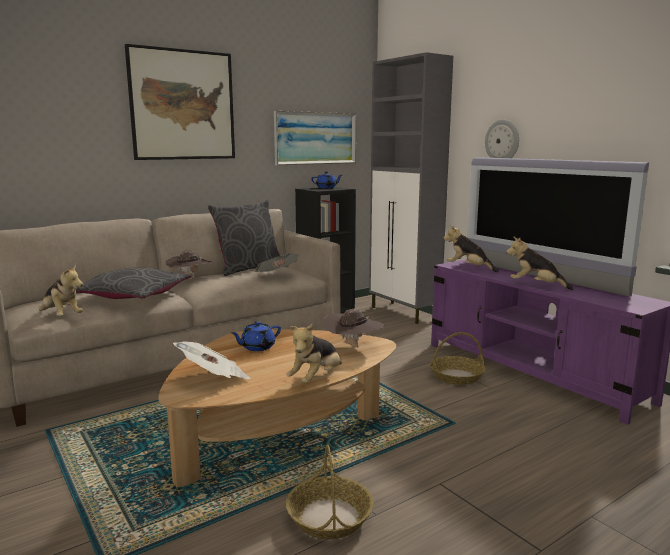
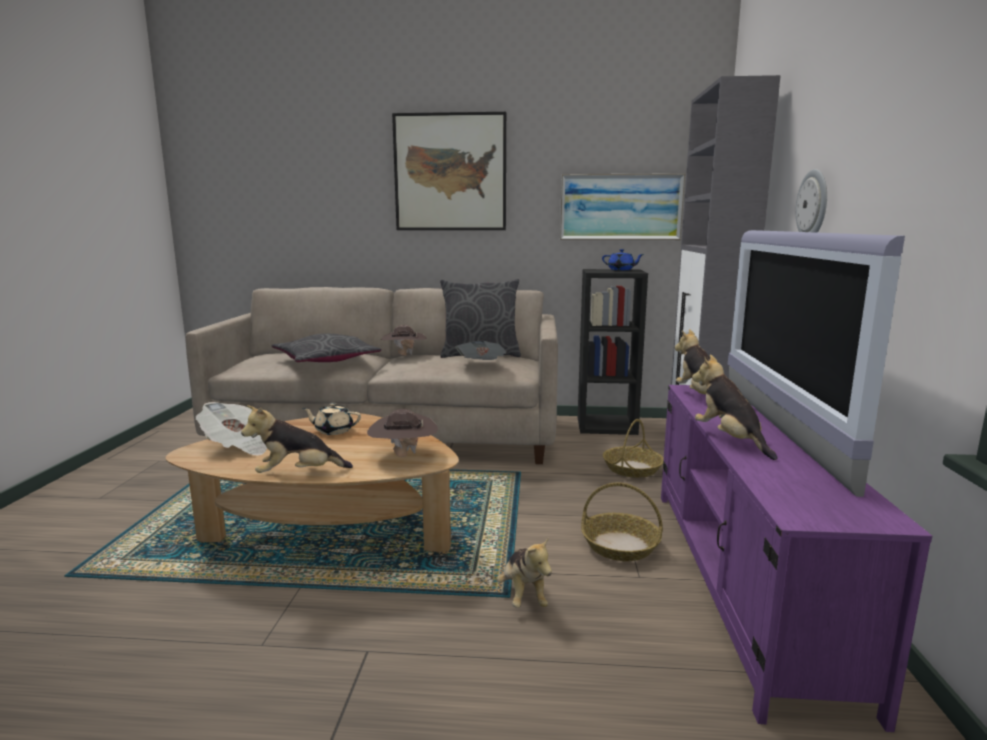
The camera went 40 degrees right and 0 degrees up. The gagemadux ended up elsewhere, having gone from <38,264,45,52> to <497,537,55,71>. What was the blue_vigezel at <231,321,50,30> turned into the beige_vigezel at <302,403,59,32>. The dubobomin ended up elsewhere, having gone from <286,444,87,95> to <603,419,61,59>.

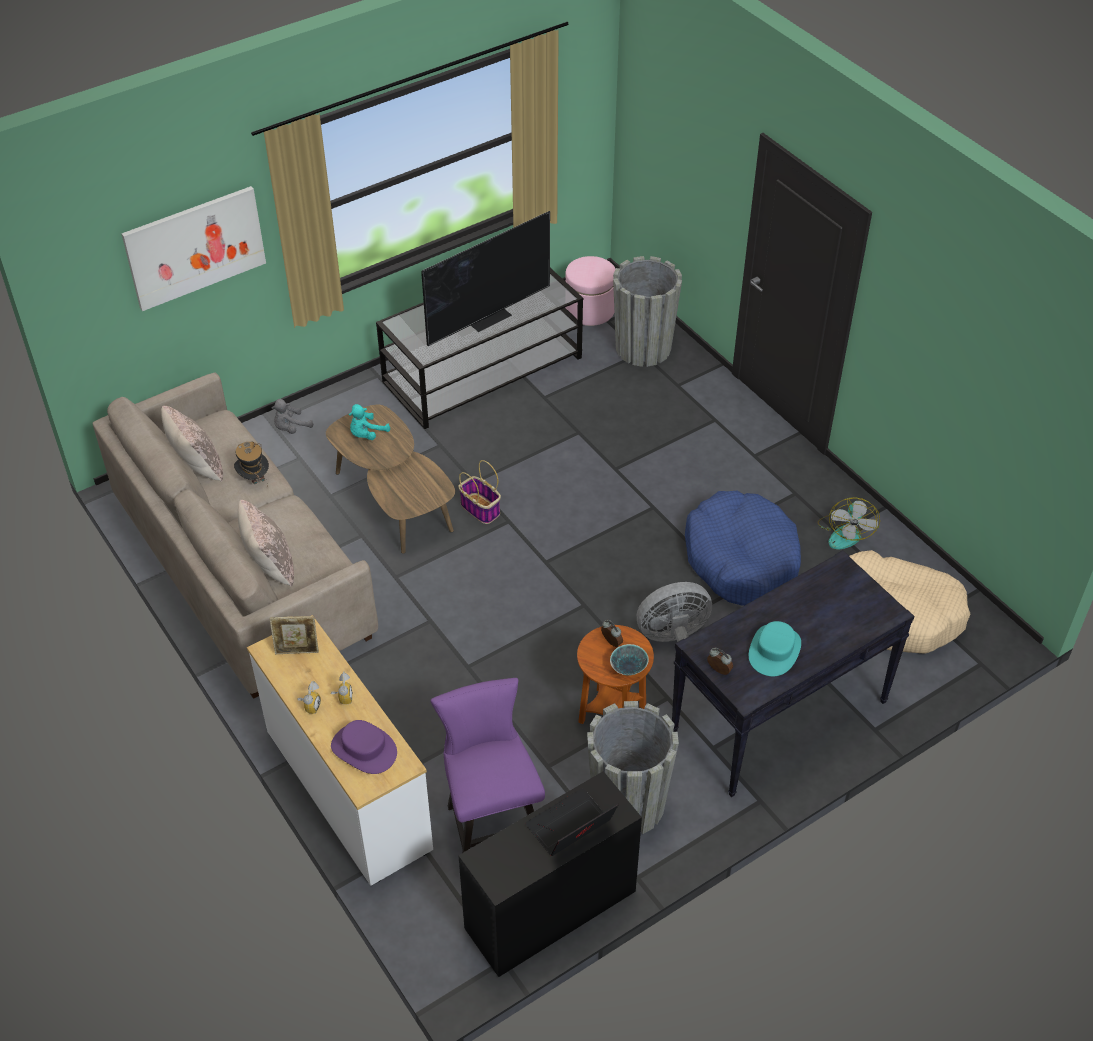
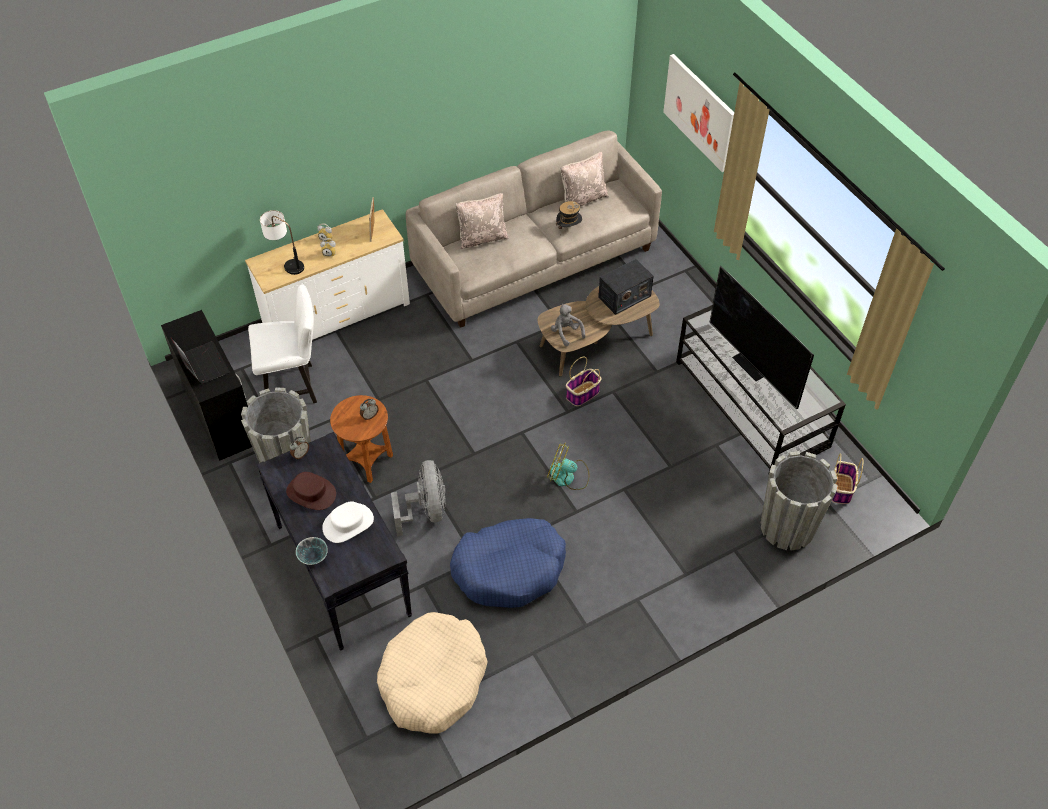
The camera went 95 degrees right and 5 degrees up. The grey_gagemadux ended up elsewhere, having gone from <272,399,41,35> to <551,304,34,42>. Where the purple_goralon stood at <331,720,66,54>, the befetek came to stand at <260,210,44,65>. Where the turquoise_gagemadux stood at <349,404,41,36>, the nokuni came to stand at <598,259,55,56>. What was the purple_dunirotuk at <430,678,115,175> turned into the white_dunirotuk at <248,284,69,119>. Where the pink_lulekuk stood at <565,256,51,70>, the dubobomin came to stand at <832,453,31,51>. The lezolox ended up elsewhere, having gone from <610,644,39,32> to <296,537,32,28>. What was the turquoise_goralon at <749,621,52,56> turned into the brown_goralon at <286,472,50,38>. The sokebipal ended up elsewhere, having gone from <818,498,62,51> to <547,442,43,48>. The second view gained the white_goralon at <322,501,52,42>.

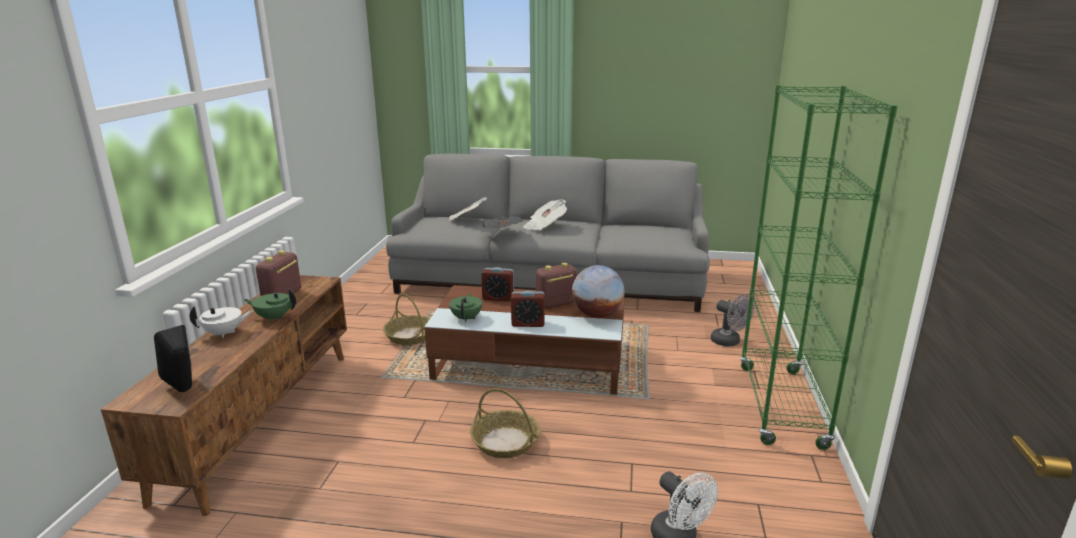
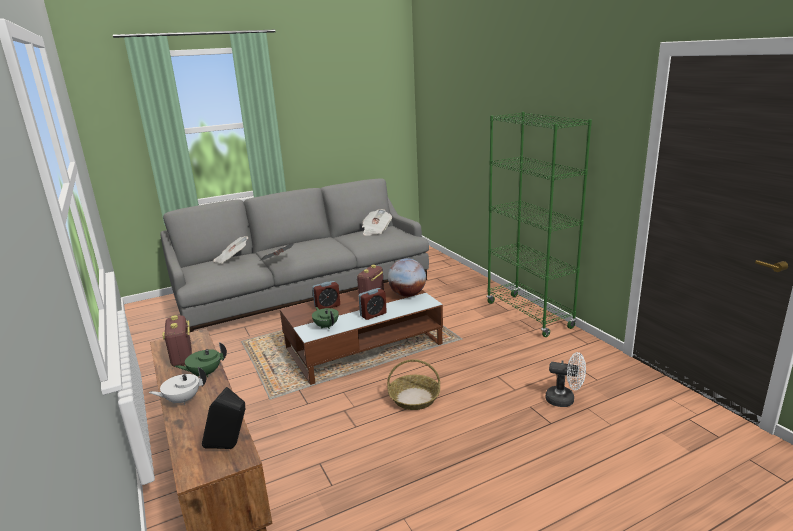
The camera went 35 degrees left and 0 degrees up. The white_vigezel at <189,306,64,32> ended up facing another way, 150 degrees counterclockwise from before. The second view lost the dubobomin at <383,294,47,51>. The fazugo ended up elsewhere, having gone from <523,199,44,32> to <362,209,30,27>. The second view lost the grey_sokebipal at <711,295,43,51>.

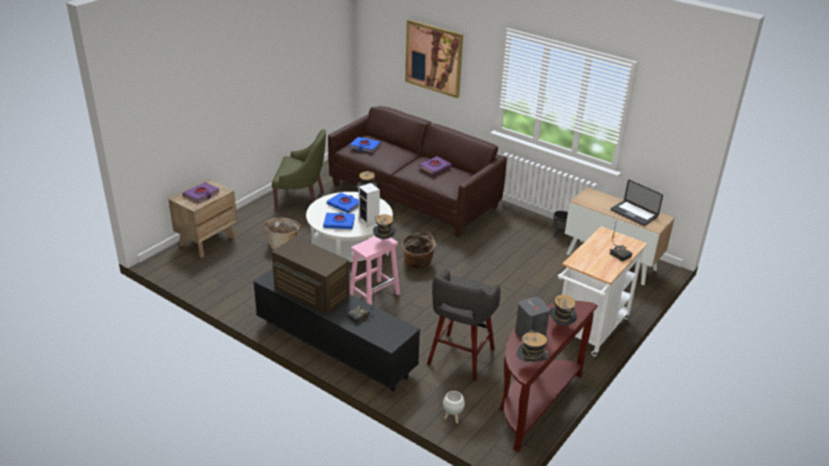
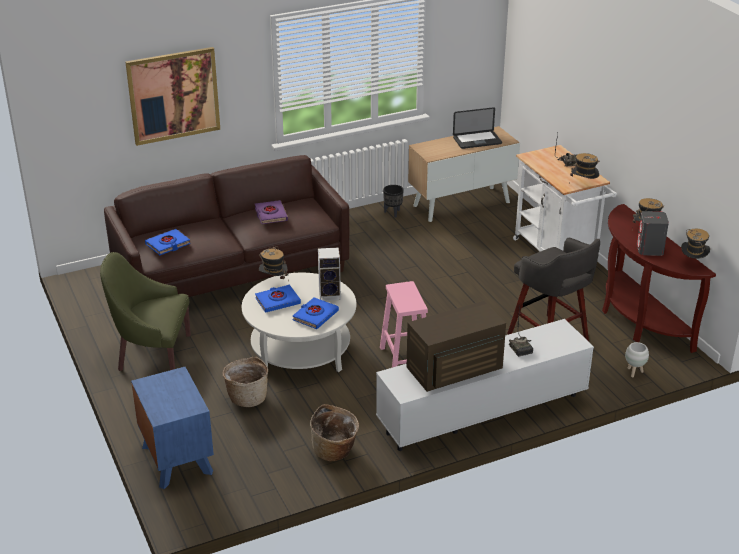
The camera went 60 degrees left and 0 degrees up. What was the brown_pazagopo at <168,179,69,78> turned into the blue_pazagopo at <131,367,83,122>. The second view lost the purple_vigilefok at <183,182,37,21>. What was the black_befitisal at <253,269,167,122> turned into the white_befitisal at <376,319,218,132>. The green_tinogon at <272,129,54,82> ended up facing another way, 120 degrees counterclockwise from before. The goralon ended up elsewhere, having gone from <373,214,23,25> to <570,153,29,26>. The dubobomin ended up elsewhere, having gone from <402,232,34,36> to <310,404,49,57>.

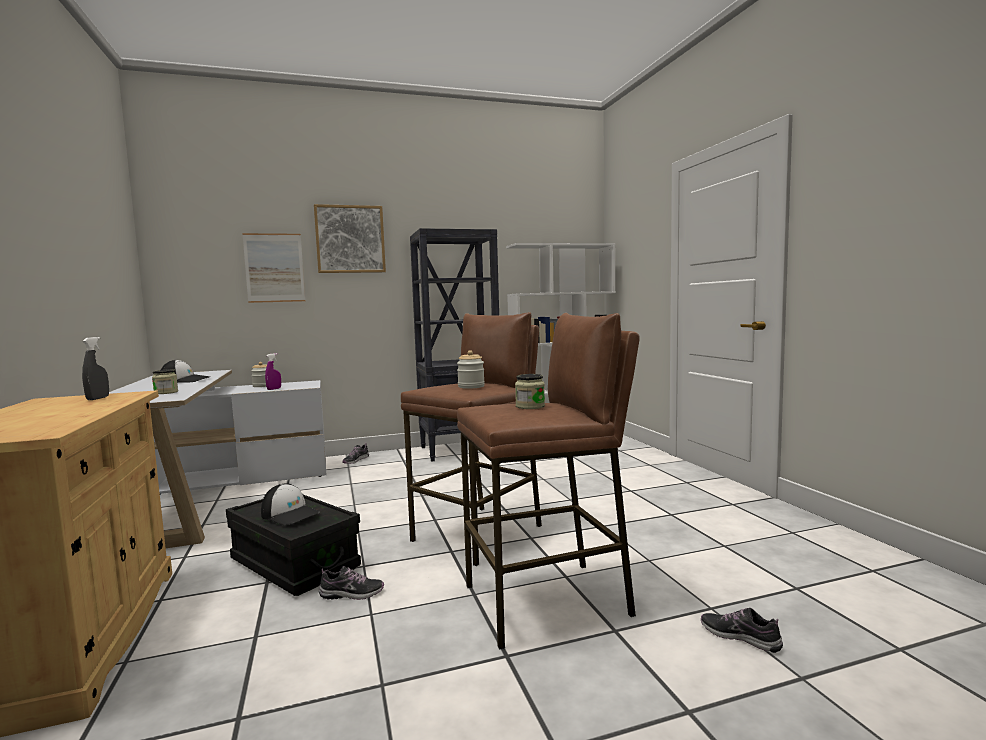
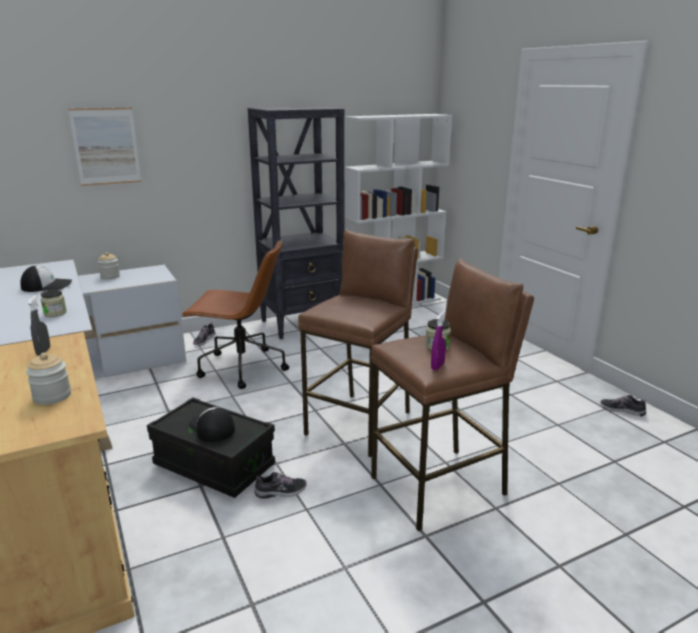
The camera went 10 degrees left and 15 degrees up. The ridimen at <261,483,59,42> ended up facing another way, 150 degrees counterclockwise from before. The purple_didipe ended up elsewhere, having gone from <265,353,16,37> to <431,311,15,59>. The second view lost the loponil at <314,204,72,69>. The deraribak ended up elsewhere, having gone from <457,350,28,39> to <26,353,45,52>. The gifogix ended up elsewhere, having gone from <701,608,82,45> to <600,395,46,22>. The second view gained the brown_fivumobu at <181,240,108,149>.

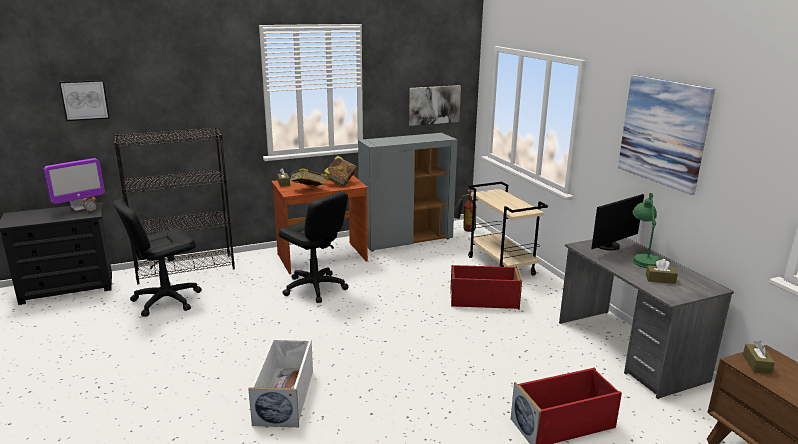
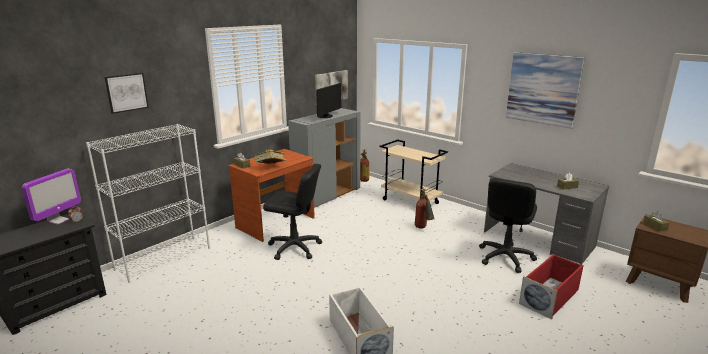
The camera went 25 degrees left and 0 degrees up. The loponil ended up elsewhere, having gone from <59,80,51,41> to <104,73,45,41>. The black_fivumobu ended up elsewhere, having gone from <112,199,90,118> to <479,178,58,95>. What was the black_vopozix at <114,127,121,157> turned into the white_vopozix at <86,124,124,159>. The second view lost the vigilefok at <324,155,33,31>. Where the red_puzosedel stood at <450,265,72,45>, the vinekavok came to stand at <415,189,20,40>. The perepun ended up elsewhere, having gone from <591,194,53,57> to <316,83,25,35>. The second view lost the green_befetek at <633,193,28,75>.

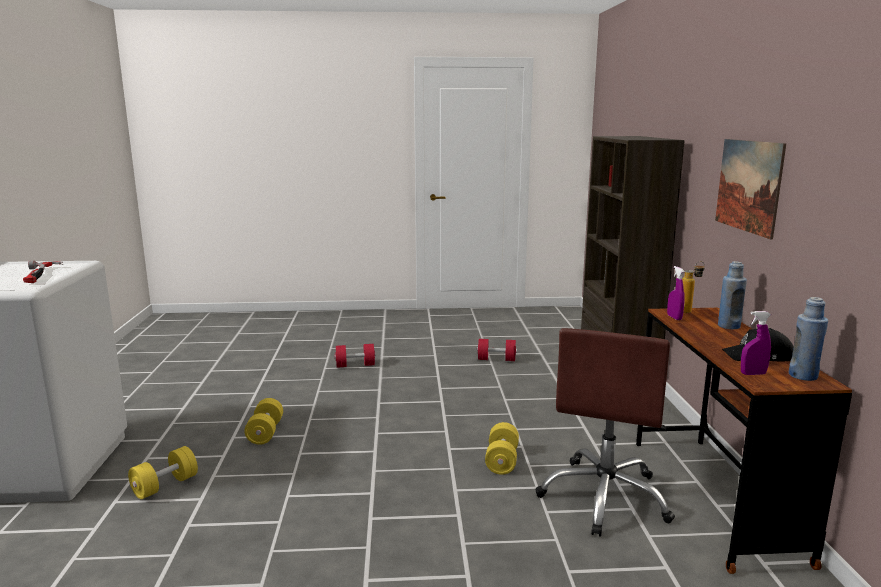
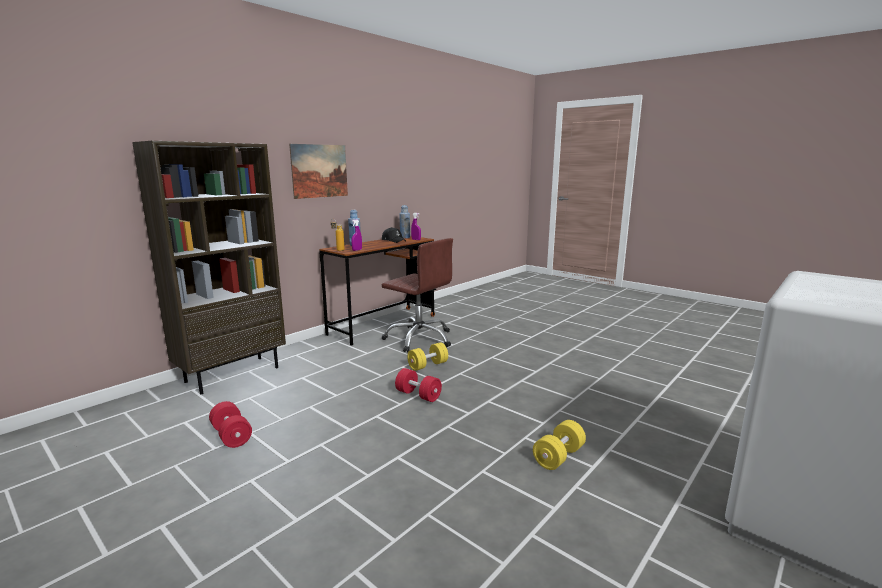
The camera went 135 degrees left and 0 degrees up. The second view lost the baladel at <23,260,41,23>. The second view lost the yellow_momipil at <128,446,70,53>. The red_momipil ended up elsewhere, having gone from <334,344,42,24> to <395,368,47,34>. The brown_fivumobu at <535,328,140,209> ended up facing another way, 60 degrees clockwise from before.

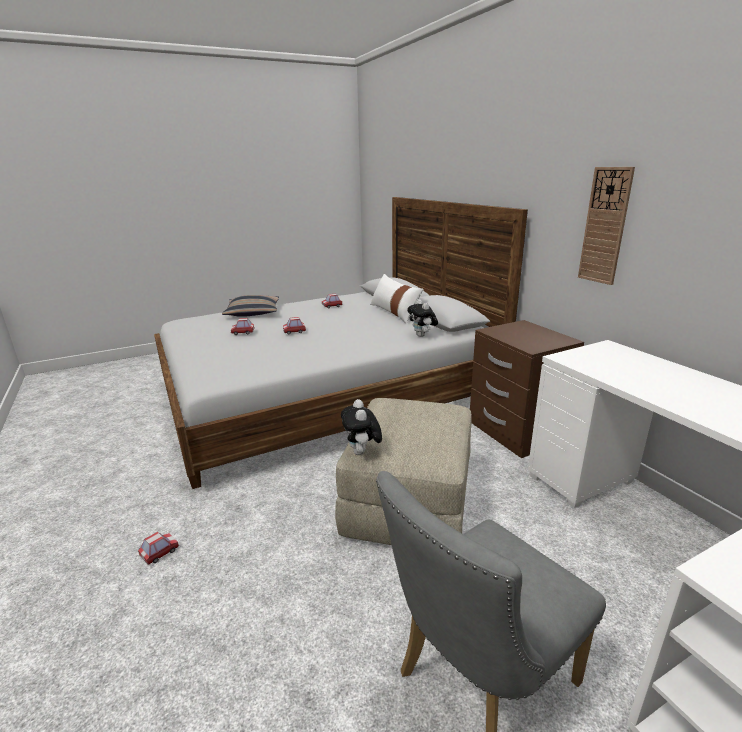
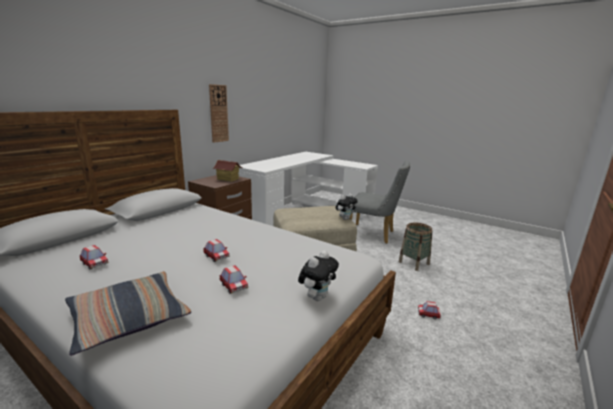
The camera went 120 degrees left and 5 degrees down. The second view lost the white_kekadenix at <370,274,53,50>. The gagemadux ended up elsewhere, having gone from <407,299,31,38> to <298,251,41,50>. The second view gained the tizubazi at <212,160,31,22>. The second view gained the dubobomin at <399,223,33,48>.

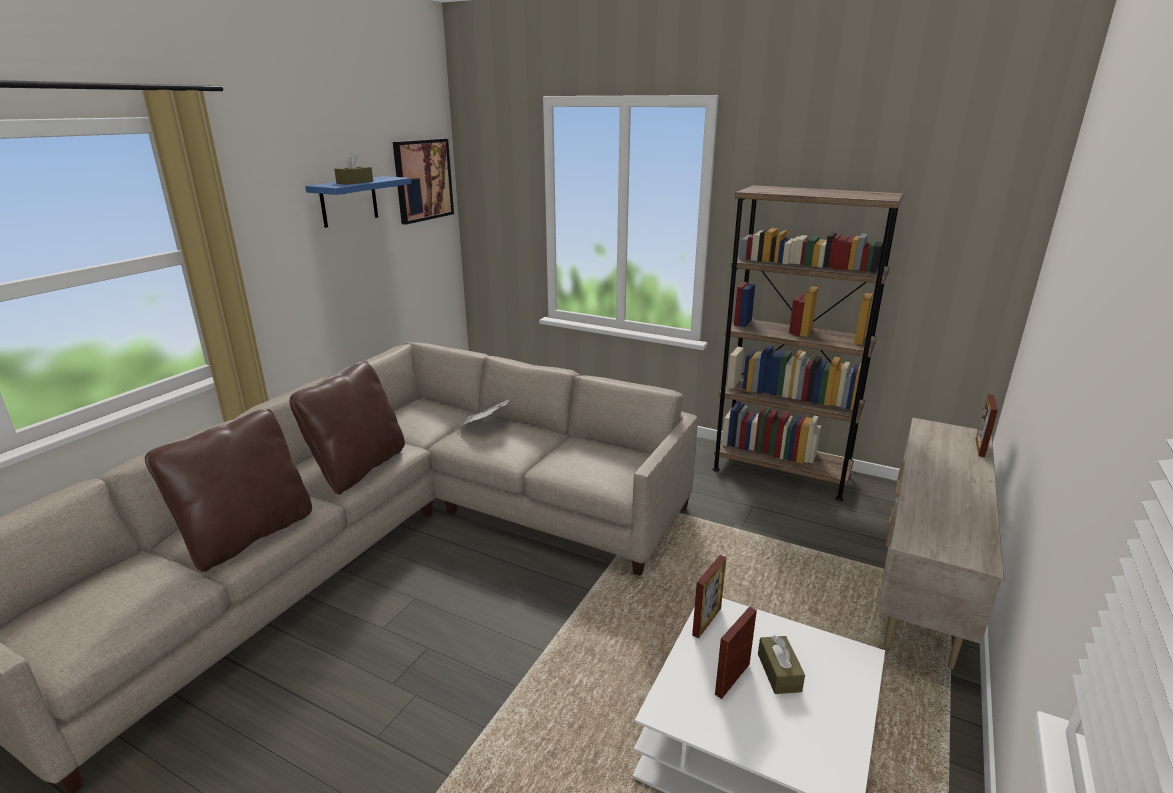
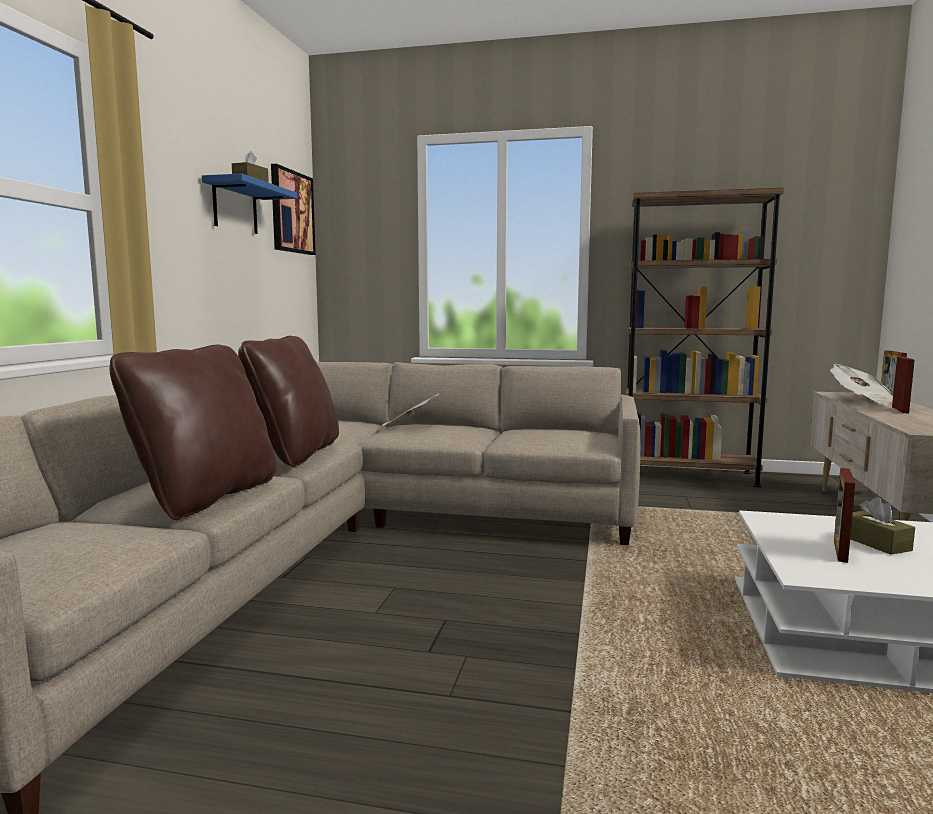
The camera went 15 degrees left and 15 degrees down. The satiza ended up elsewhere, having gone from <692,555,34,83> to <892,356,23,57>. The second view gained the fazugo at <830,364,63,41>.

